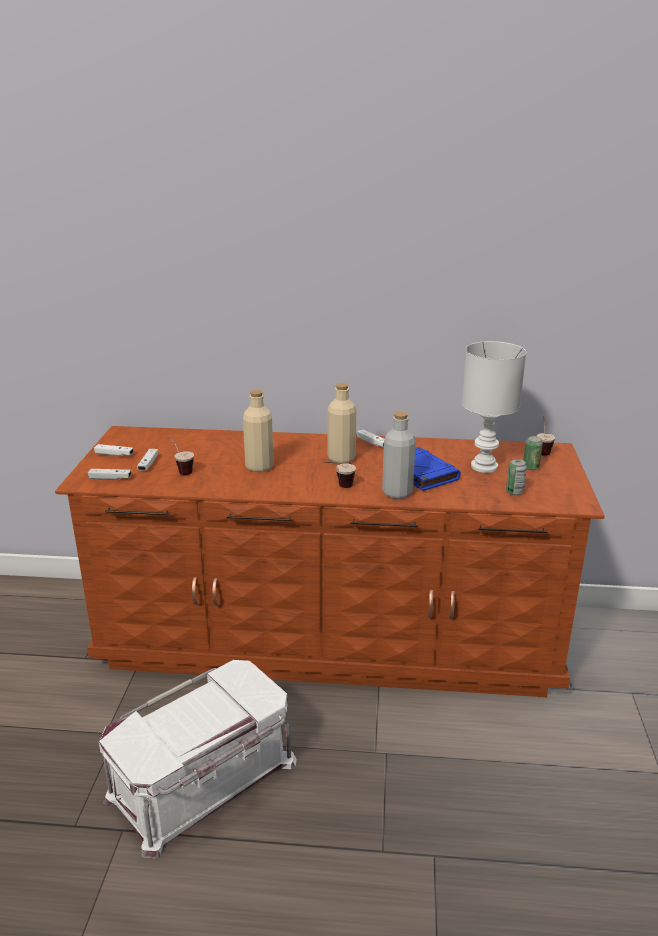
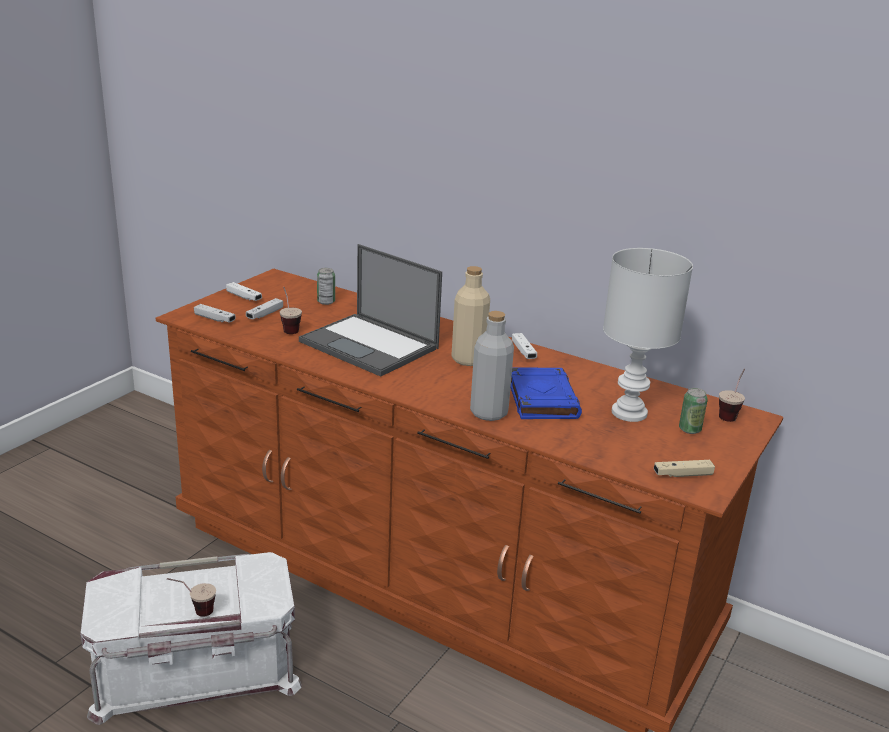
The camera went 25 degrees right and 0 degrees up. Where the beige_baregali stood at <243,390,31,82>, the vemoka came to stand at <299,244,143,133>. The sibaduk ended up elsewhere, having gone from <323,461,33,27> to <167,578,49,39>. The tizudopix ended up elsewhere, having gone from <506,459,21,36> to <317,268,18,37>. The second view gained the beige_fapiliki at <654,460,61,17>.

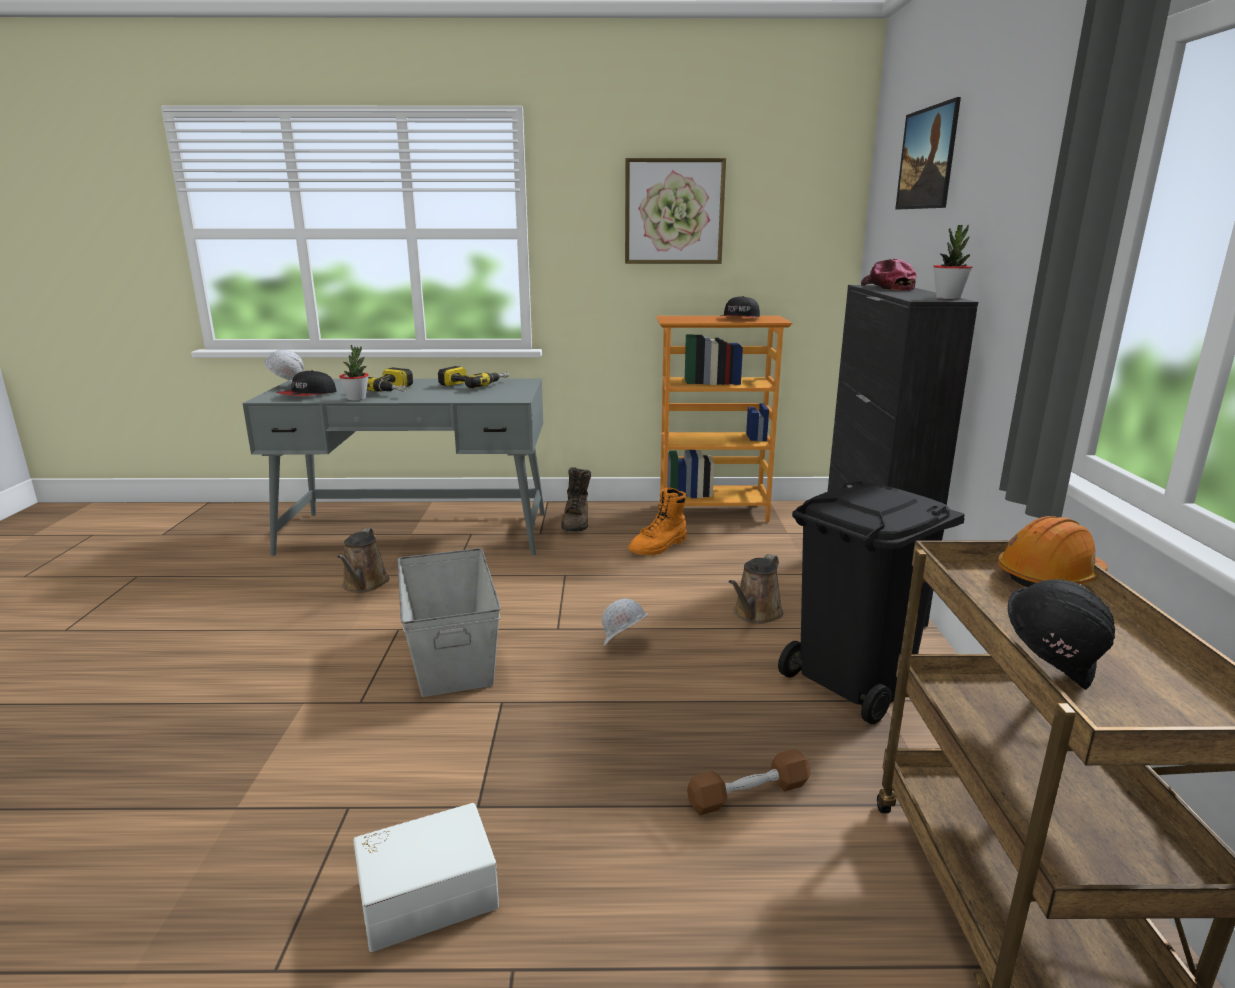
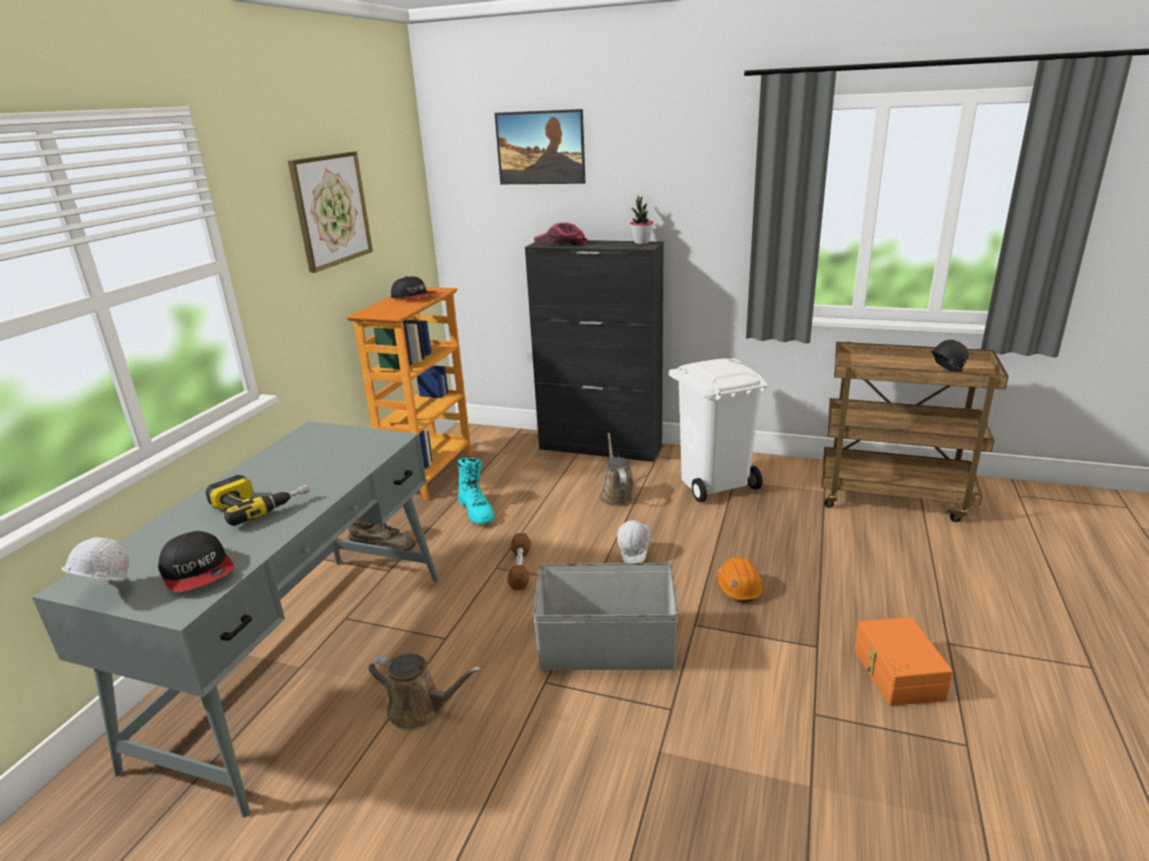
The camera went 70 degrees left and 5 degrees up. The second view lost the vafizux at <339,345,30,56>. What was the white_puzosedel at <353,803,146,149> turned into the orange_puzosedel at <854,617,99,89>. The second view lost the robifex at <438,366,71,23>. What was the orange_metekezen at <628,488,59,67> turned into the turquoise_metekezen at <458,458,37,66>. The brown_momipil ended up elsewhere, having gone from <687,749,124,66> to <507,533,24,57>. The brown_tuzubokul at <729,554,54,70> ended up facing another way, 150 degrees counterclockwise from before. What was the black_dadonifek at <778,480,187,245> turned into the white_dadonifek at <669,358,99,145>. The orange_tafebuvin ended up elsewhere, having gone from <998,516,109,71> to <716,557,48,45>.

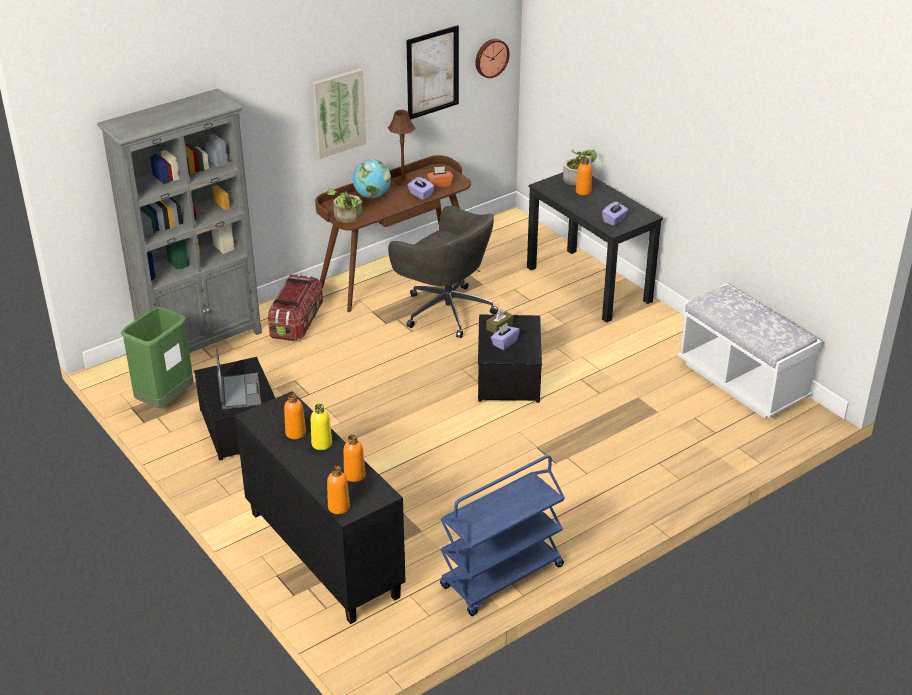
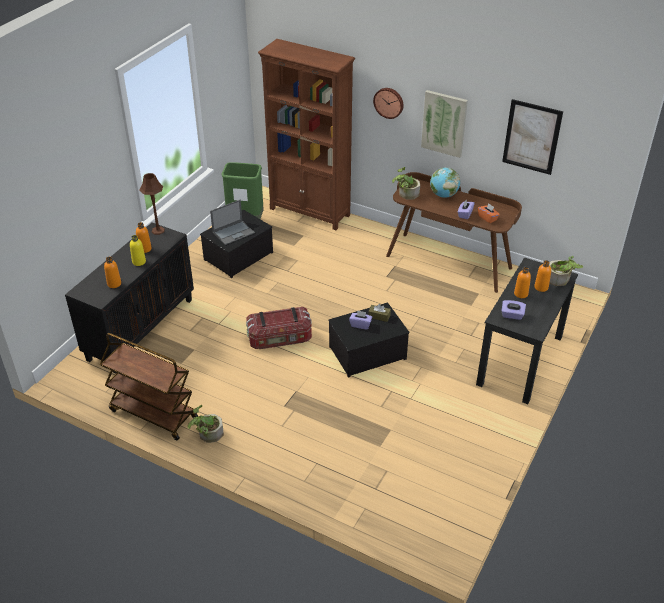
The camera went 65 degrees right and 5 degrees up. What was the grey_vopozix at <97,89,165,264> turned into the brown_vopozix at <258,39,97,191>. The puzosedel ended up elsewhere, having gone from <268,274,55,67> to <246,307,66,42>. The orange_baregali ended up elsewhere, having gone from <327,466,23,48> to <514,267,17,31>. The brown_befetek ended up elsewhere, having gone from <388,110,28,76> to <139,173,26,62>. The second view lost the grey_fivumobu at <388,206,110,132>. What was the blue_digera at <440,455,125,161> turned into the brown_digera at <100,333,98,107>. The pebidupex ended up elsewhere, having gone from <475,39,34,39> to <373,88,31,31>. The second view lost the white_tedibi at <678,283,144,136>. The second view gained the vafizux at <188,405,36,38>.

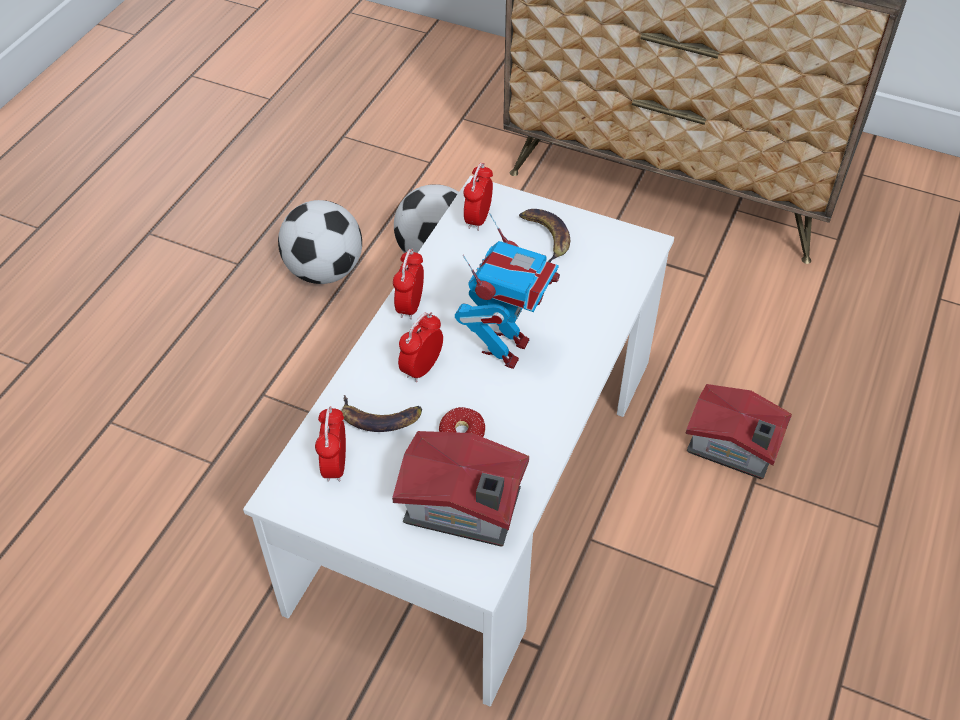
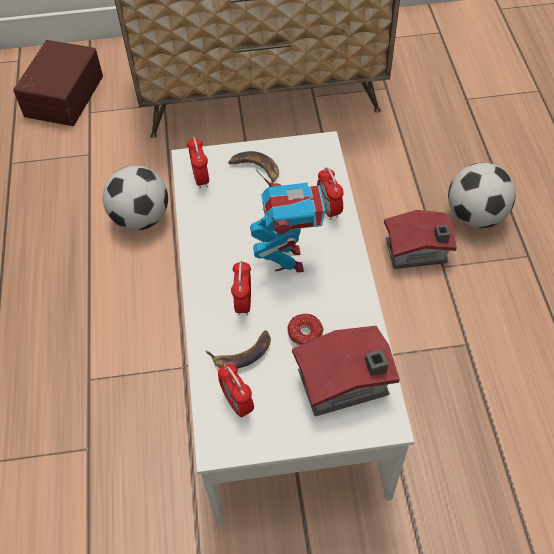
The camera went 30 degrees left and 5 degrees up. The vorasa ended up elsewhere, having gone from <278,200,84,84> to <448,163,68,65>. The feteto ended up elsewhere, having gone from <393,249,31,71> to <317,167,27,53>. The second view gained the brown_puzosedel at <13,40,90,86>.

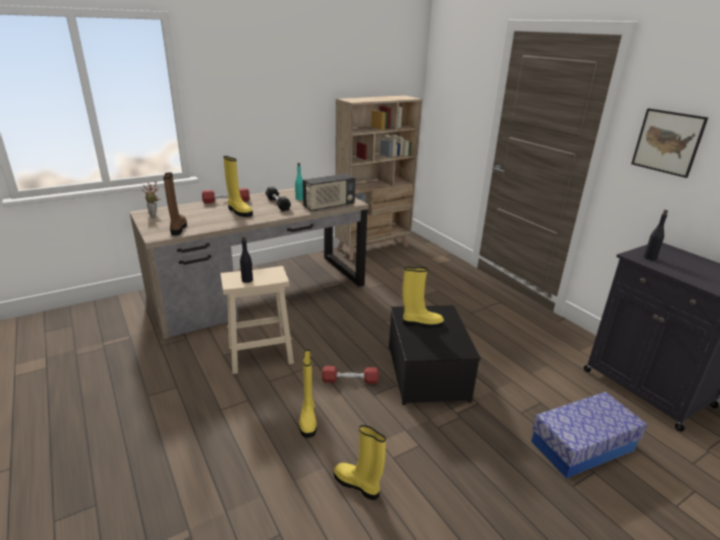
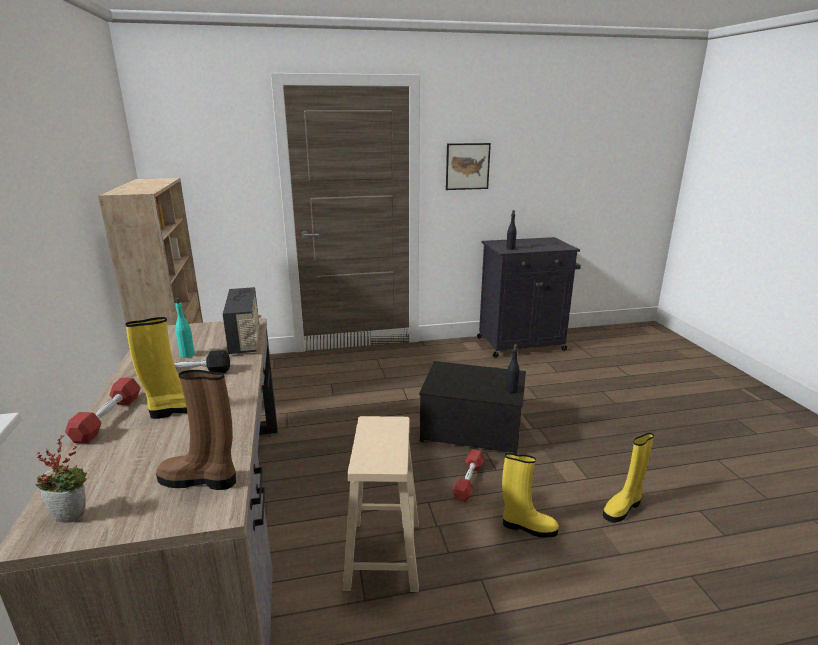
The camera went 70 degrees left and 5 degrees down. The black_baregali ended up elsewhere, having gone from <240,236,13,47> to <506,344,13,49>. The second view lost the yellow_metekezen at <402,267,42,61>. The second view lost the puzosedel at <531,392,116,86>.

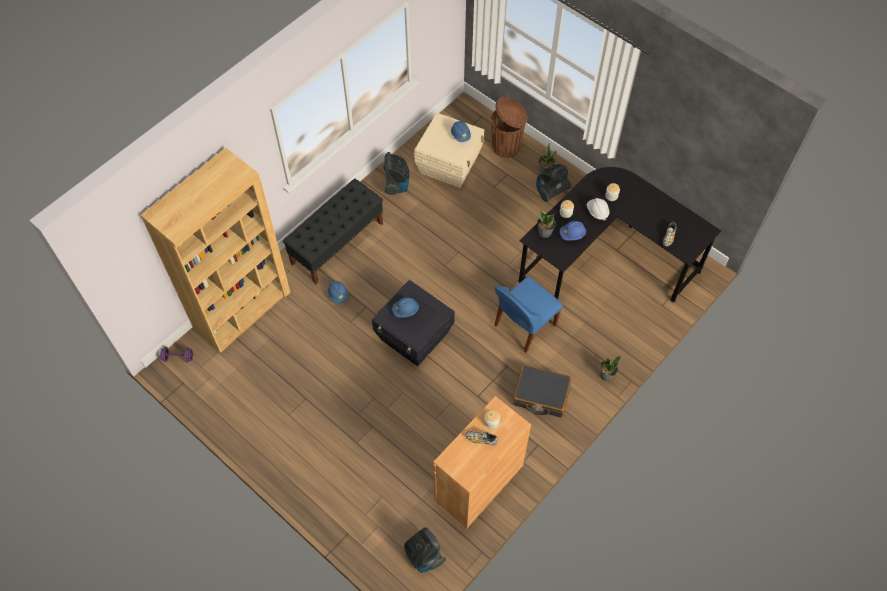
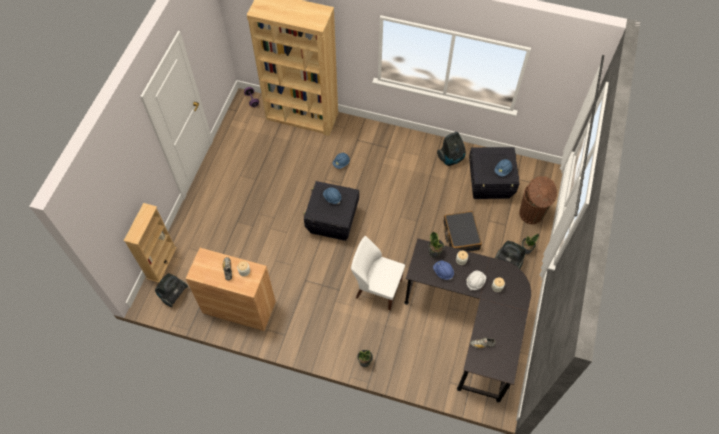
The camera went 65 degrees right and 0 degrees up. The second view lost the black_tedibi at <283,179,100,105>. What was the beige_puzosedel at <414,113,71,75> turned into the black_puzosedel at <469,147,51,52>. What was the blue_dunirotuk at <494,276,68,77> turned into the white_dunirotuk at <351,236,54,74>. The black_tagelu ended up elsewhere, having gone from <513,365,59,53> to <444,211,38,41>. The second view gained the beige_vopozix at <124,203,53,80>.

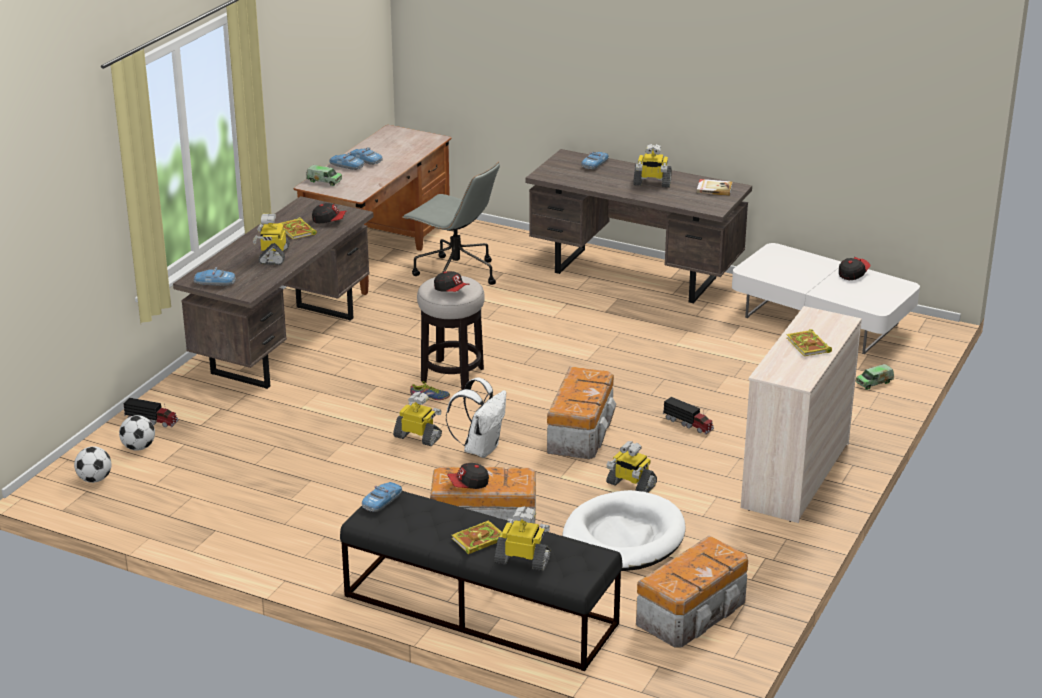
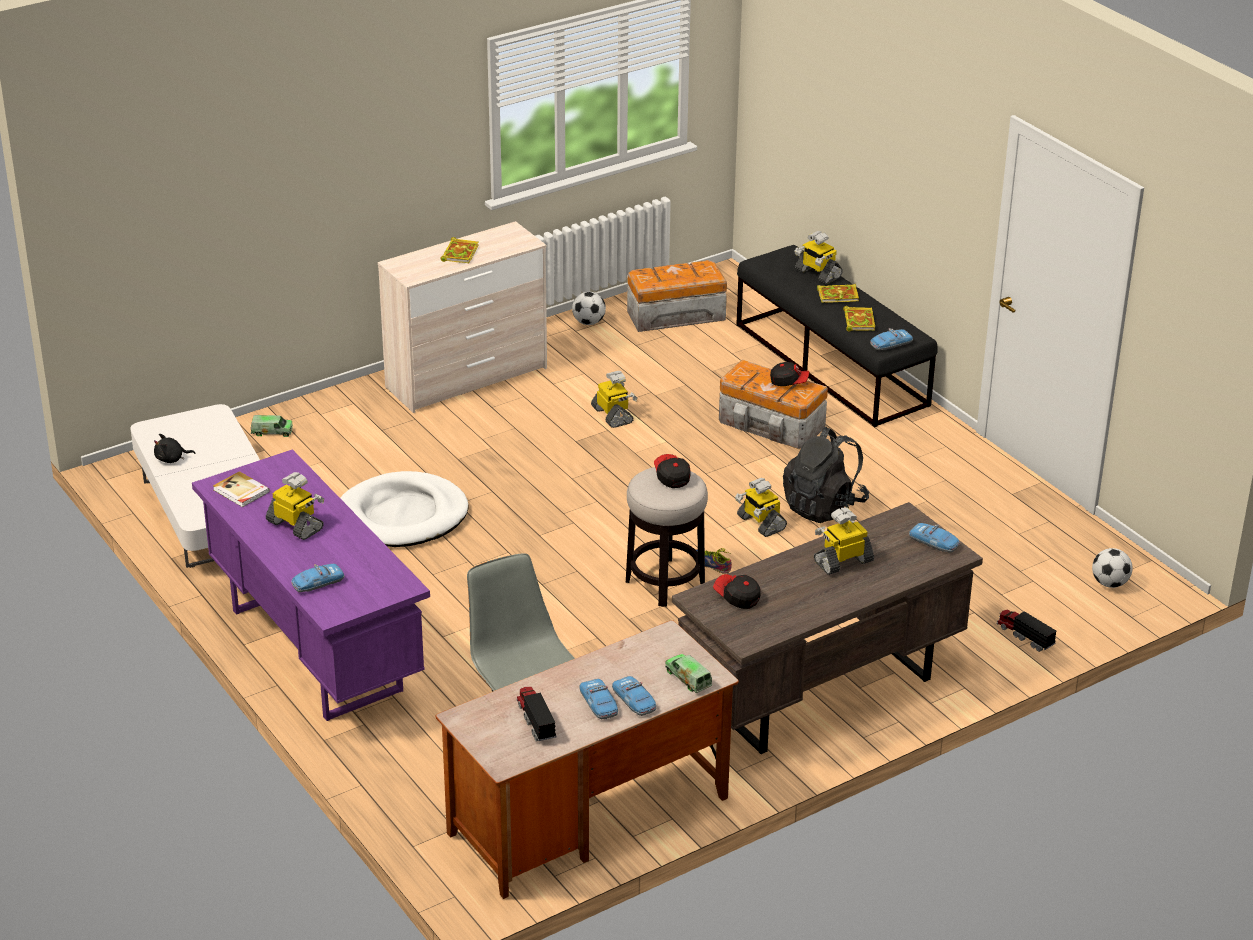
The camera went 150 degrees left and 5 degrees up. The vorasa ended up elsewhere, having gone from <119,415,36,36> to <572,292,34,33>. The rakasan at <253,214,37,51> ended up facing another way, 150 degrees counterclockwise from before. The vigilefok ended up elsewhere, having gone from <279,217,38,22> to <843,306,32,25>. The second view lost the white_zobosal at <446,377,60,81>. What was the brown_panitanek at <525,149,227,154> turned into the purple_panitanek at <192,449,238,272>. The second view lost the puzosedel at <547,367,69,92>. The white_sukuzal ended up elsewhere, having gone from <562,490,124,81> to <340,471,129,76>. The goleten ended up elsewhere, having gone from <663,397,51,37> to <516,687,41,55>. Where the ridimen stood at <839,257,31,23>, the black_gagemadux came to stand at <154,434,42,29>. The second view gained the black_zobosal at <783,427,86,96>.

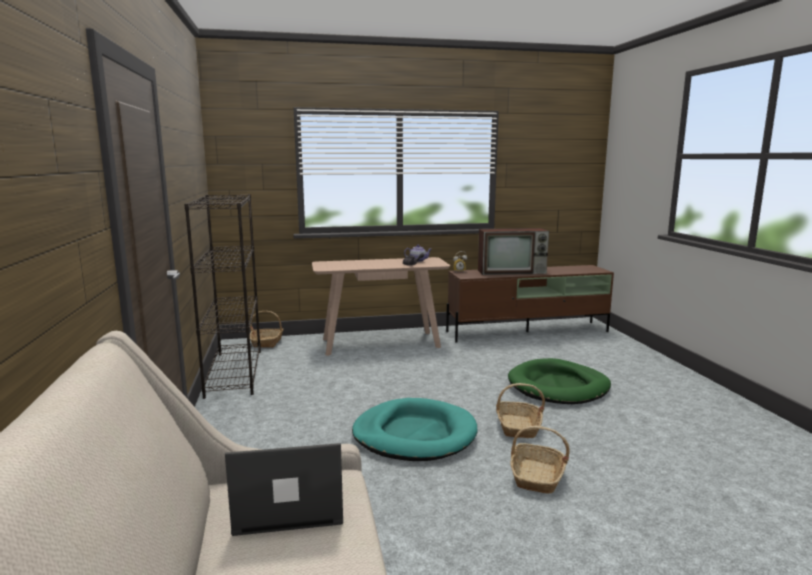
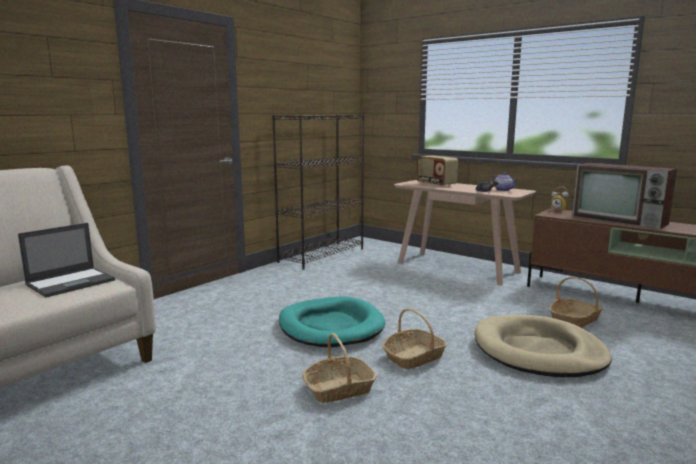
The camera went 50 degrees right and 0 degrees up. The vemoka at <225,443,118,93> ended up facing another way, 90 degrees clockwise from before. The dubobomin ended up elsewhere, having gone from <250,311,33,37> to <549,277,54,51>. What was the green_sukuzal at <508,358,103,46> turned into the beige_sukuzal at <475,315,137,62>. The second view gained the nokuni at <417,156,41,31>.

